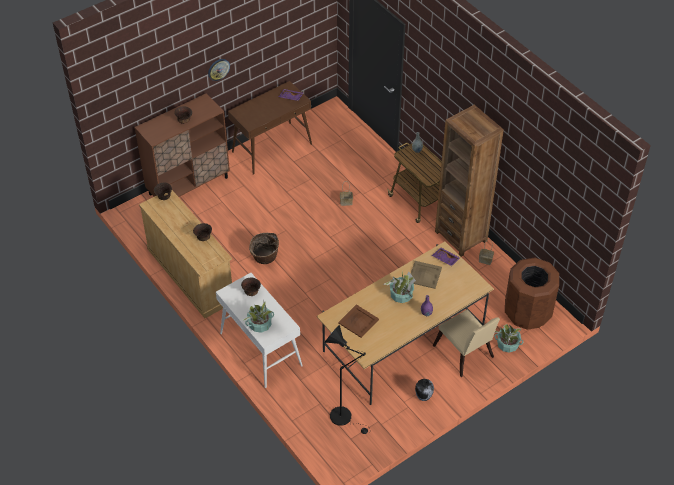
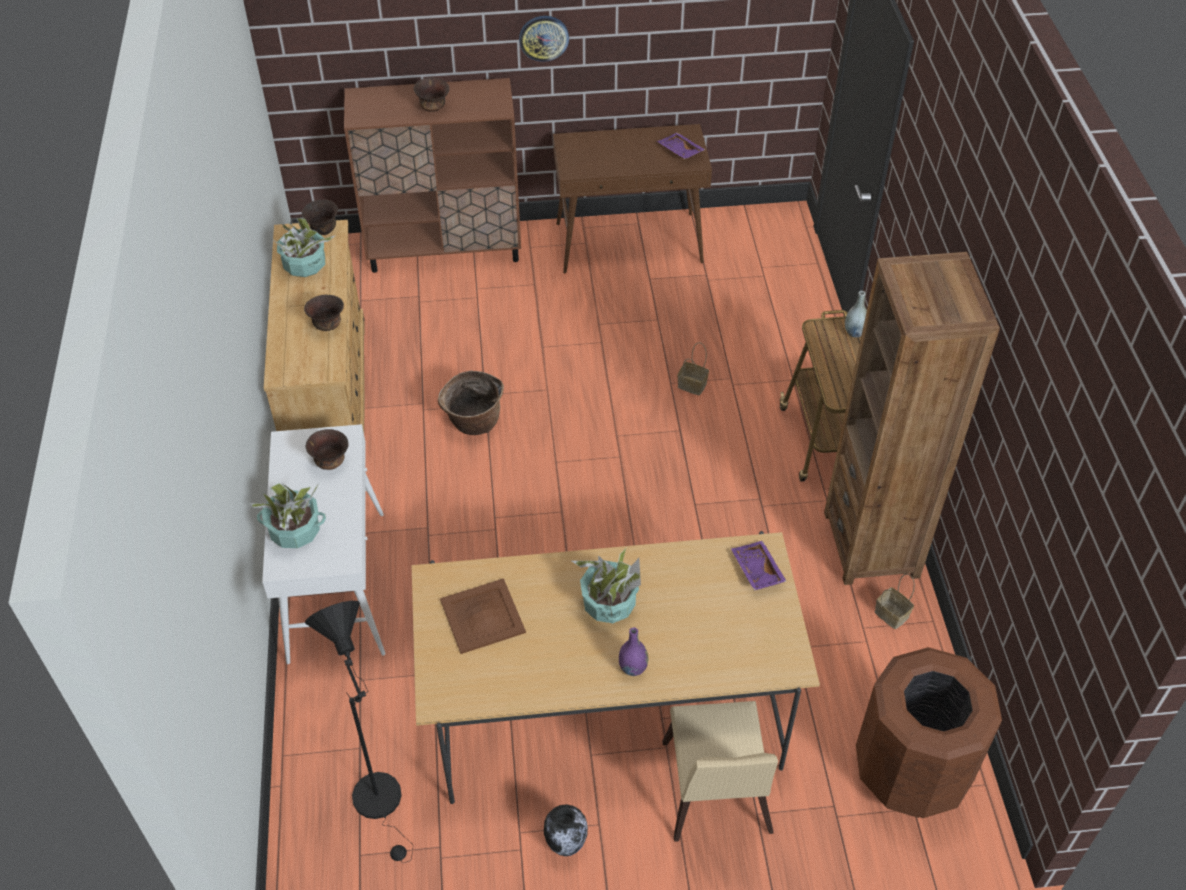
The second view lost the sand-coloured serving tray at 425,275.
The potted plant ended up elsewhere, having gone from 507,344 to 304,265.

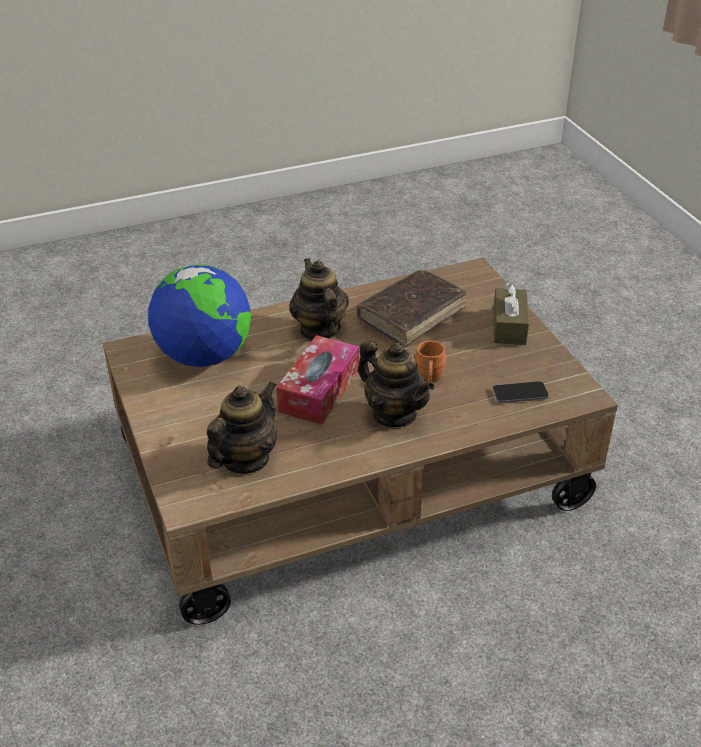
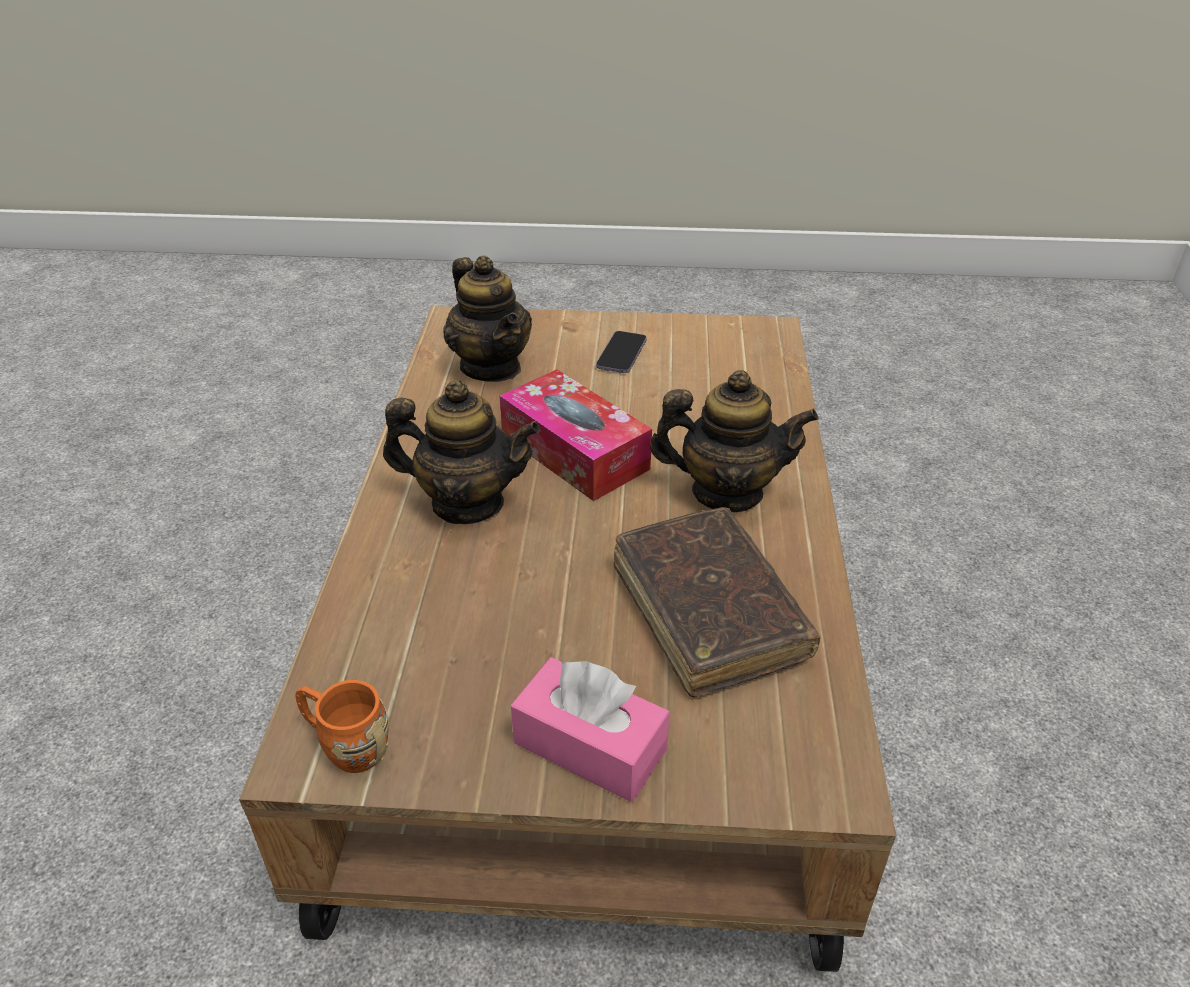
The second view lost the globe at 204,356.
The orange mug ended up elsewhere, having gone from 429,380 to 346,745.
The telephone ended up elsewhere, having gone from 520,394 to 621,354.
What was the brownish box of tissues at 509,326 turned into the pink-coloured box of tissues at 590,746.
The tea pot at 394,414 ended up facing another way, 150 degrees counterclockwise from before.

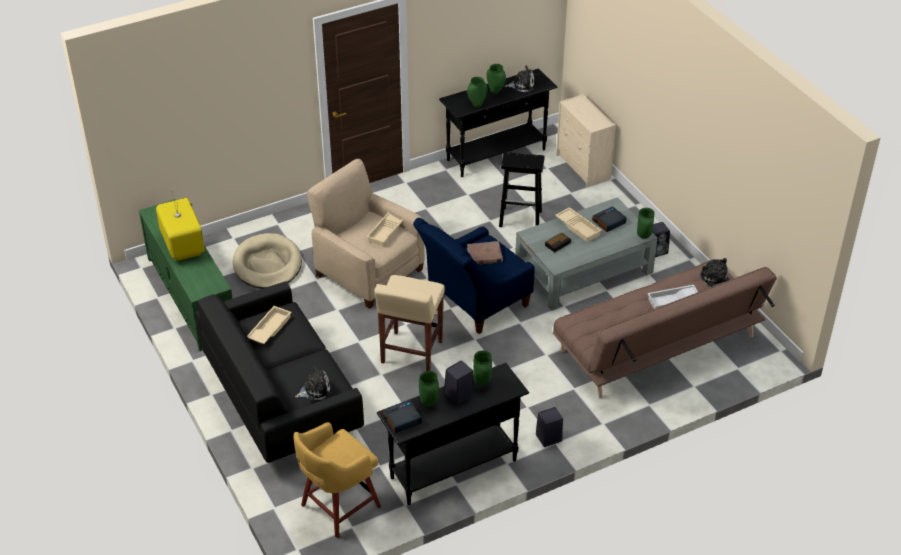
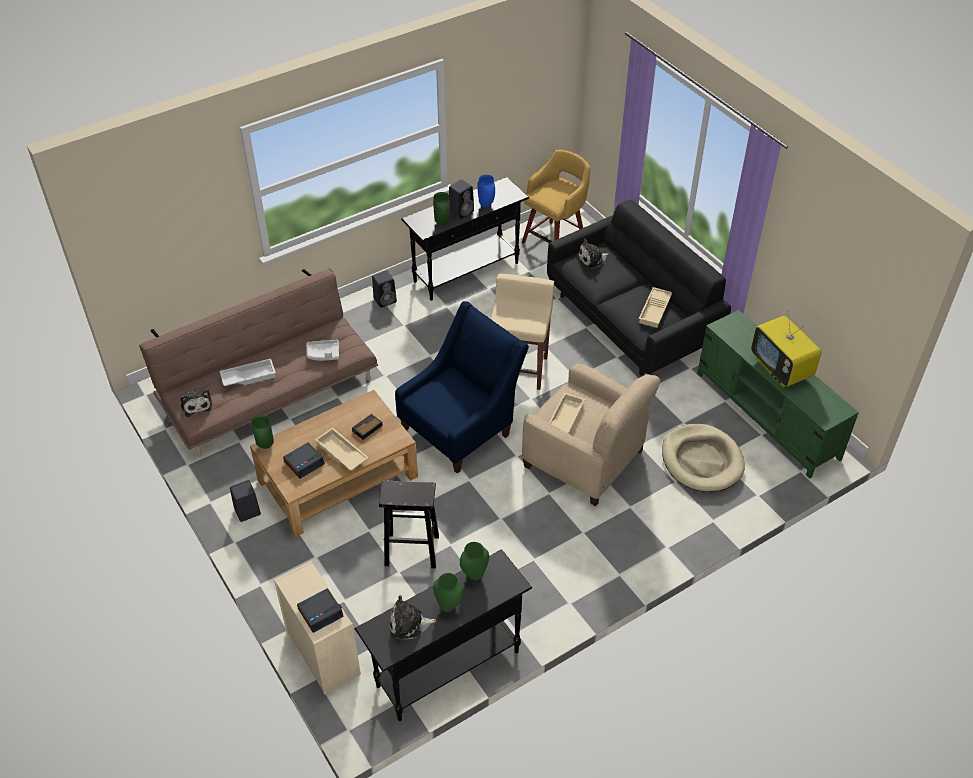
The second view lost the brownish bound book at 484,255.
The second view gained the gray serving tray at 323,354.
The bedside clock ended up elsewhere, having gone from 402,420 to 321,612.
What was the green-coloured flower vase at 428,403 turned into the bluish flower vase at 486,204.
What was the gray low table at 583,270 turned into the brownish low table at 338,478.

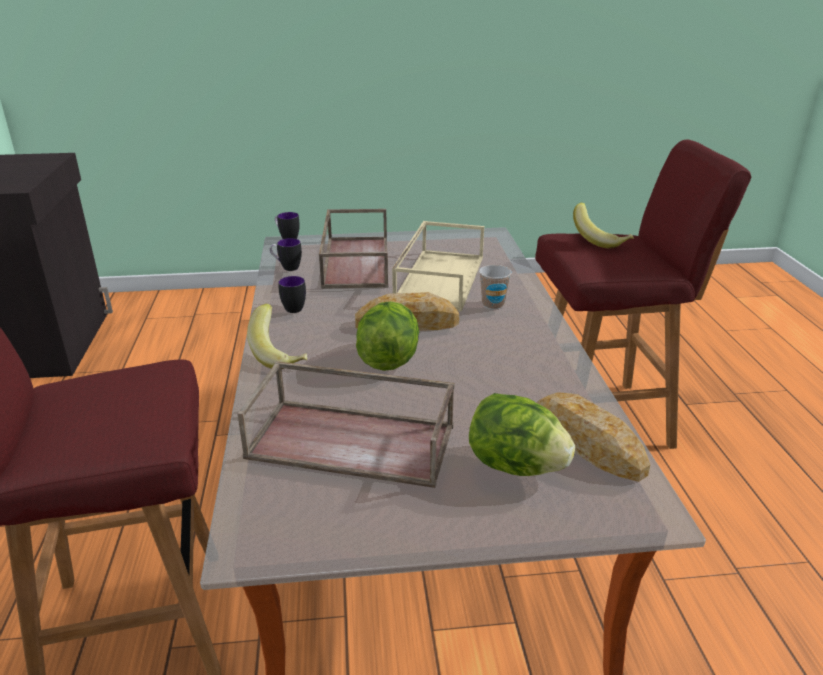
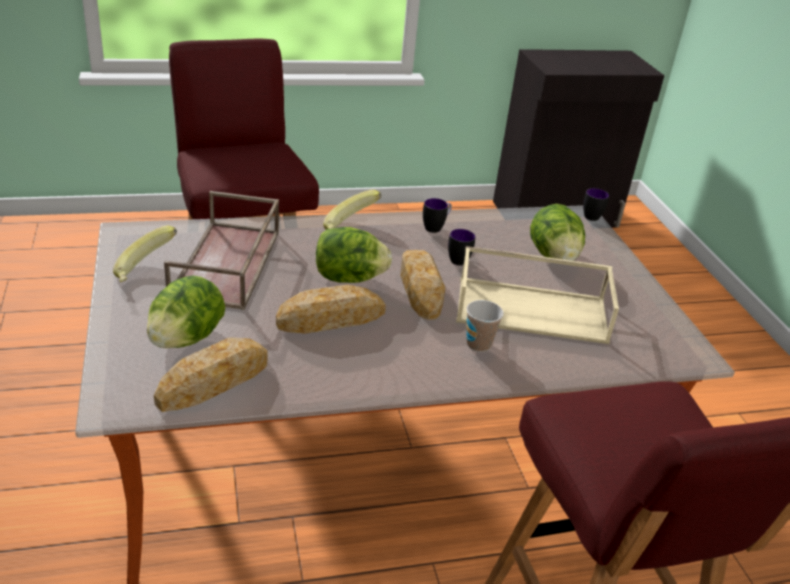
The second view gained the baked bread at 331,318.
The mug ended up elsewhere, having gone from 286,267 to 459,258.
The banana ended up elsewhere, having gone from 600,240 to 146,272.
Where the brownish serving tray stood at 355,261, the lettuce head came to stand at 554,256.

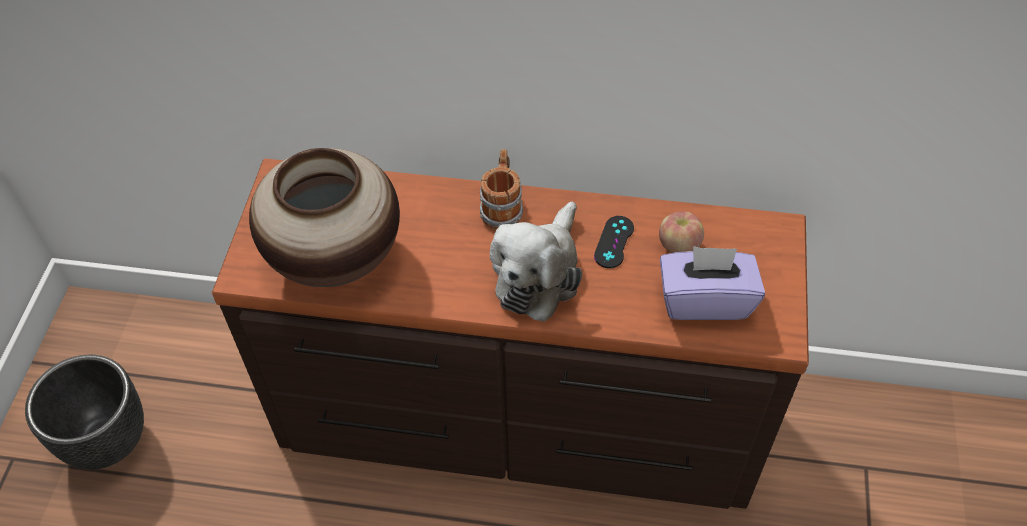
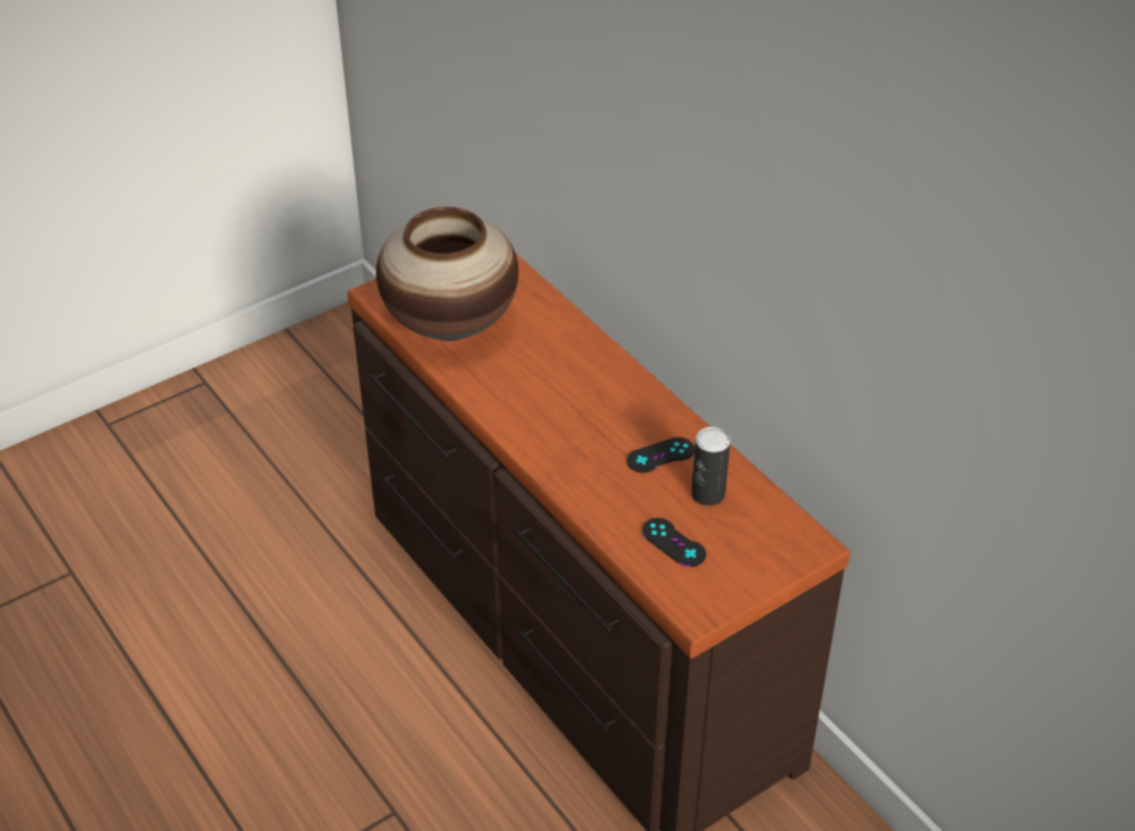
The second view lost the blackish flower pot at 107,441.
The second view lost the mug at 502,207.
The second view lost the cuddly toy at 539,273.
Where the apple stood at 678,245, the can came to stand at 708,494.
Where the purplish box of tissues stood at 705,300, the blackish joypad came to stand at 673,543.

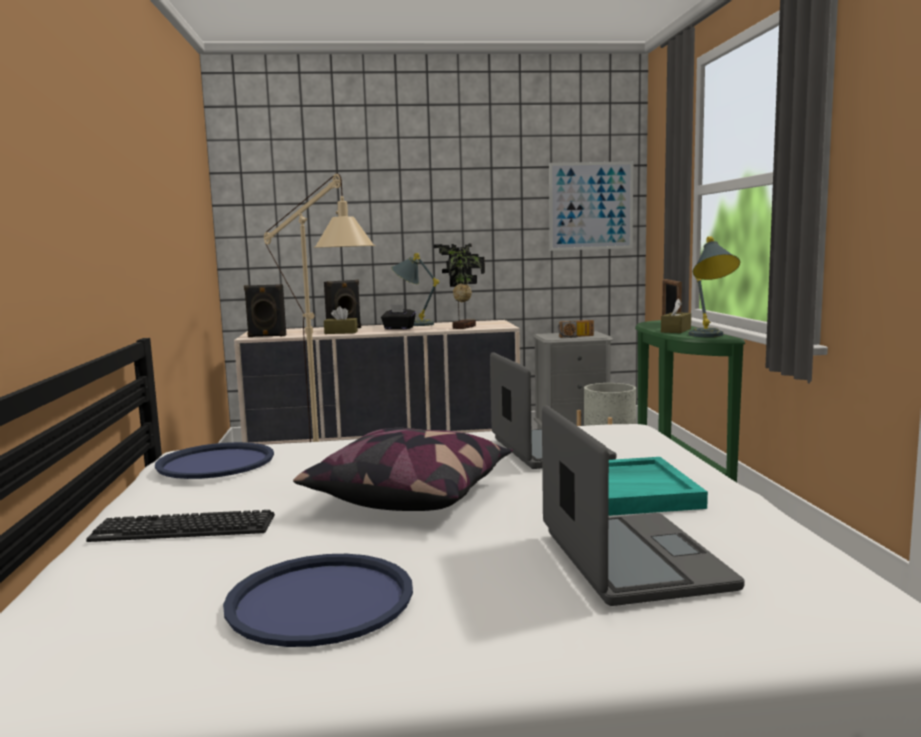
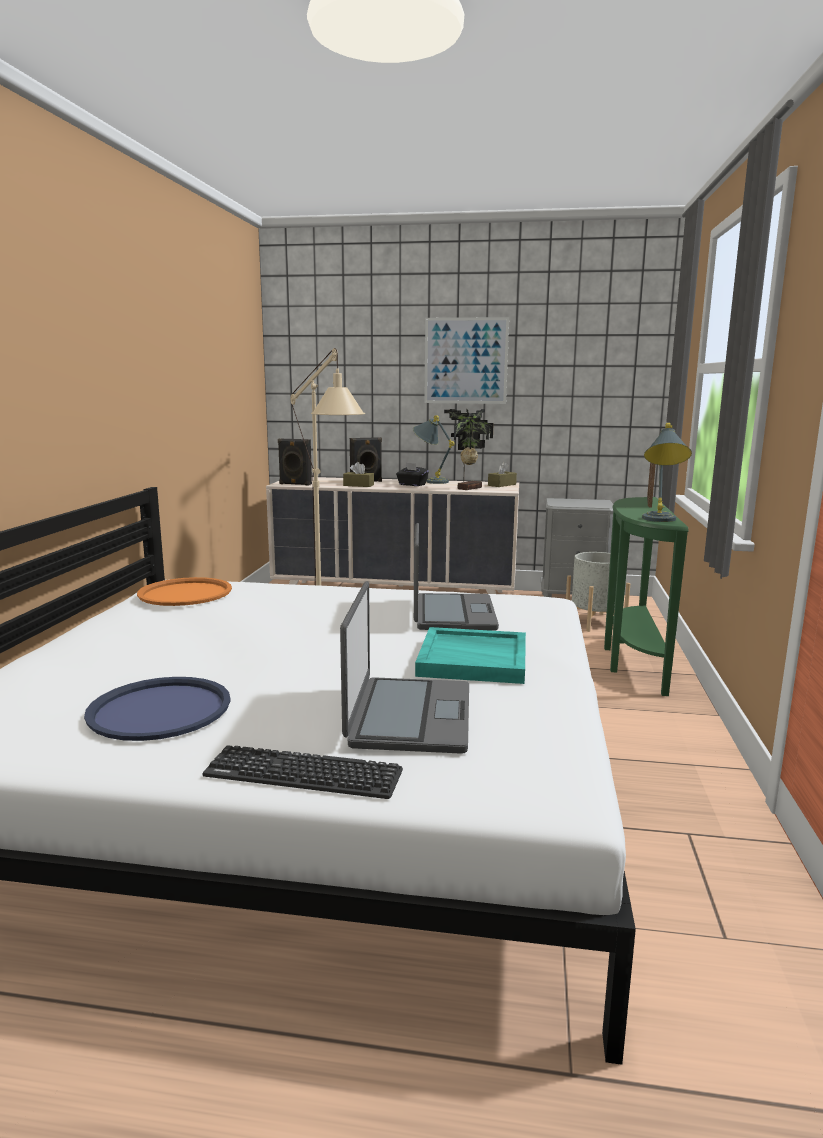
The second view lost the cushion at 411,495.
The second view lost the radio at 576,337.
The PC keyboard ended up elsewhere, having gone from 184,529 to 303,774.
The wall art ended up elsewhere, having gone from 591,206 to 466,361.
The brownish box of tissues ended up elsewhere, having gone from 676,330 to 502,485.
What was the bluish serving tray at 216,462 turned into the orange serving tray at 185,593.

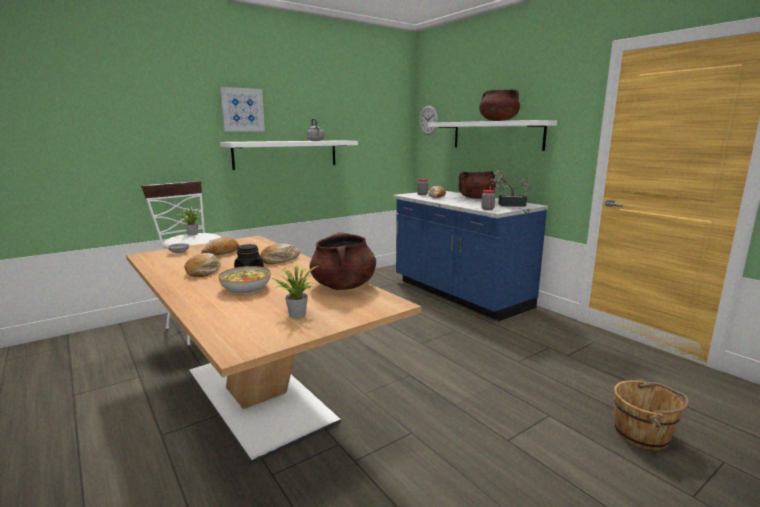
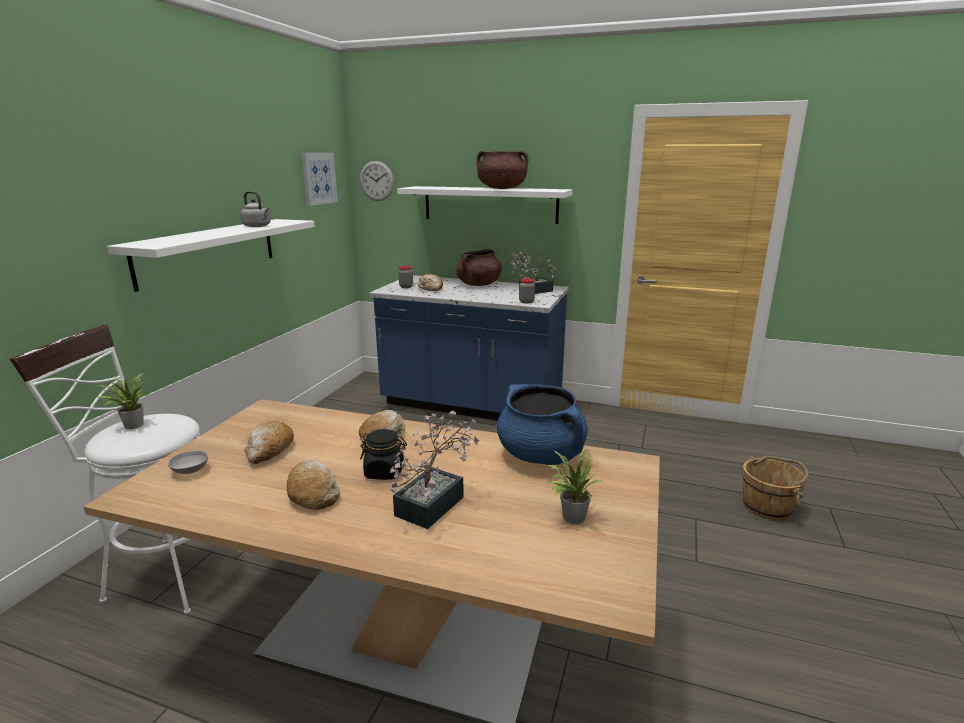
The wall art ended up elsewhere, having gone from 242,109 to 318,178.
Where the bowl stood at 245,288, the potted plant came to stand at 435,502.
What was the brownish cooking pot at 343,286 turned into the bluish cooking pot at 541,455.

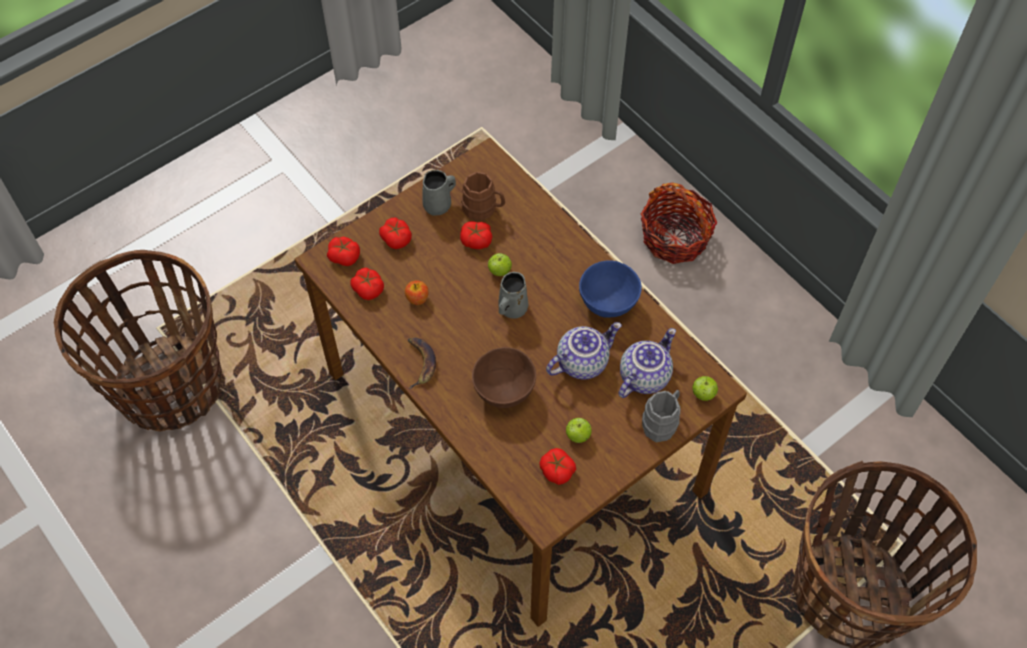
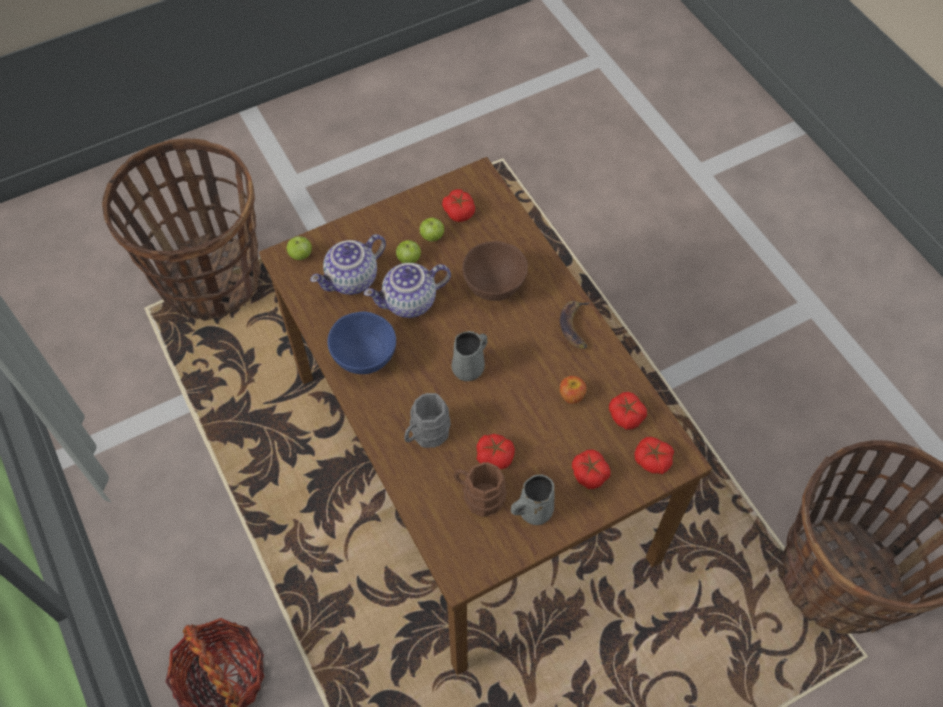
The apple ended up elsewhere, having gone from 499,271 to 409,259.
The gray mug ended up elsewhere, having gone from 662,422 to 426,434.

